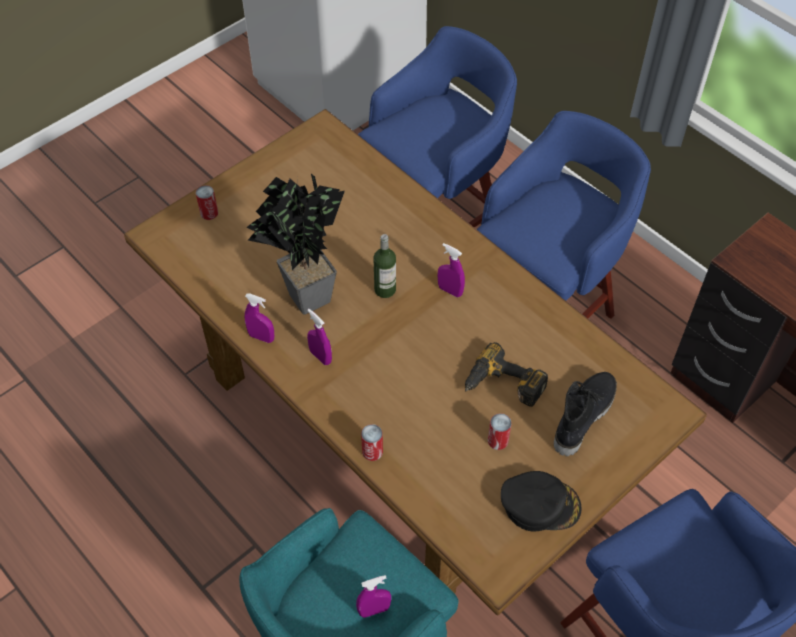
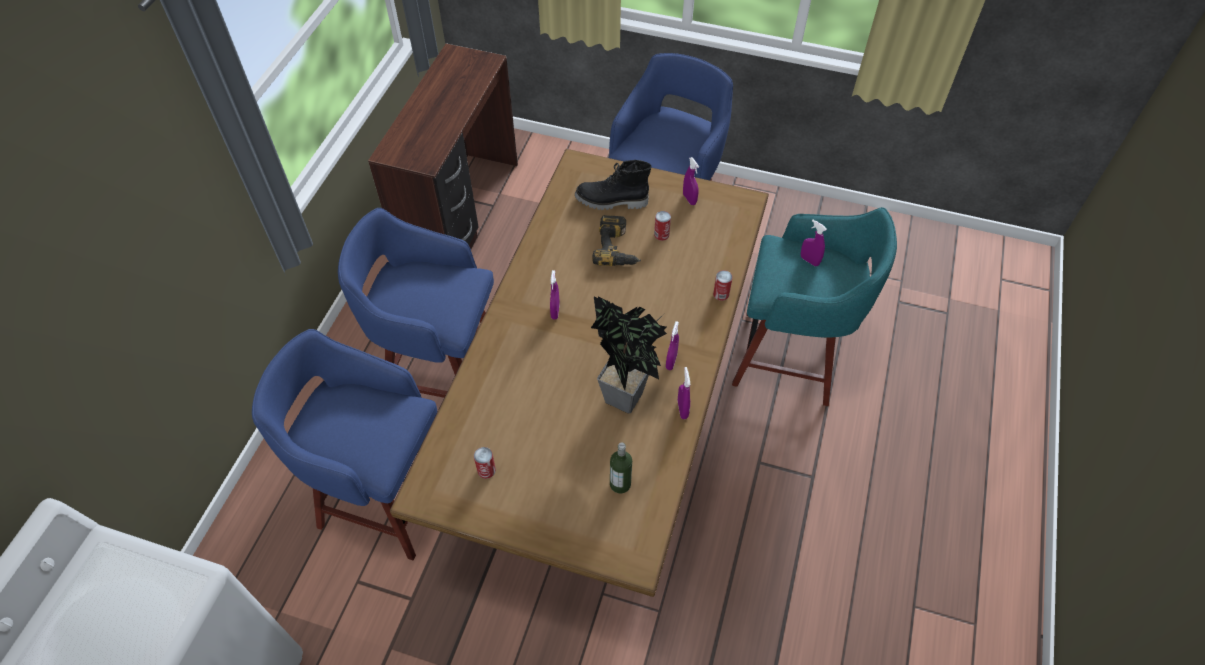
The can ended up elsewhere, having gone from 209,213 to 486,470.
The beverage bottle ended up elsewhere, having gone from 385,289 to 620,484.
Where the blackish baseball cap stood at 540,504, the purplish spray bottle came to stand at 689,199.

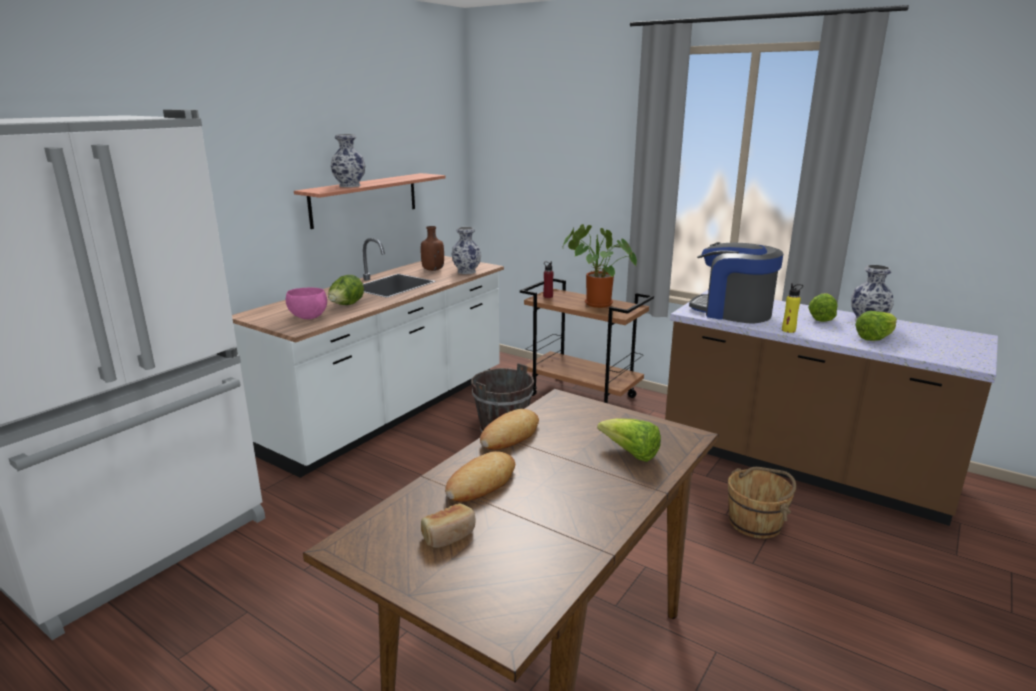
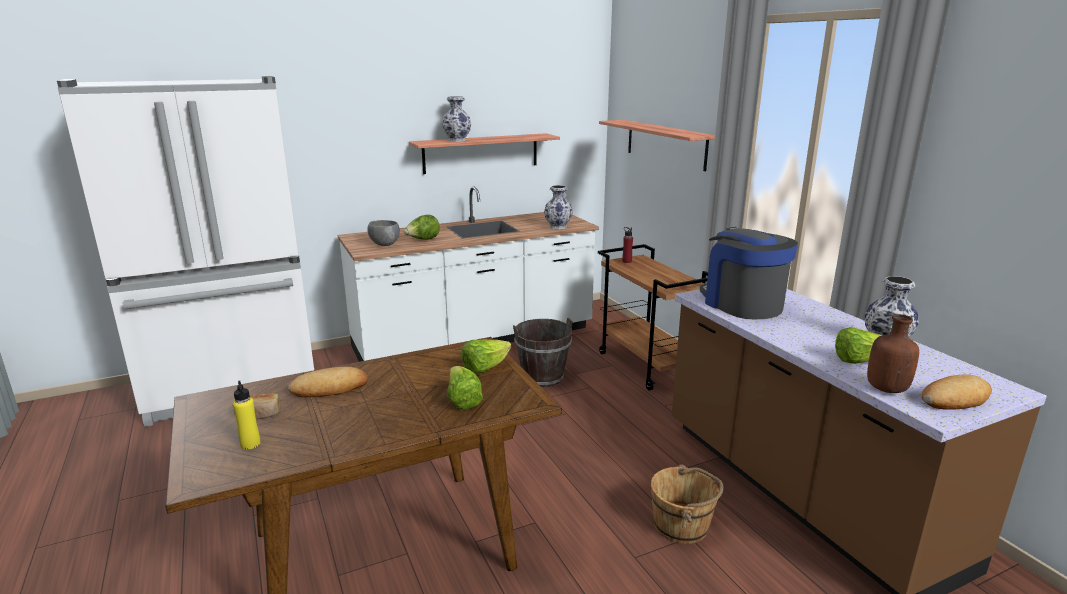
The second view lost the potted plant at 595,304.
The second view gained the shelf at 665,144.
The brownish beverage bottle ended up elsewhere, having gone from 432,270 to 885,388.
The baked bread ended up elsewhere, having gone from 510,435 to 955,398.
The yellowish beverage bottle ended up elsewhere, having gone from 788,330 to 250,444.
The lettuce head ended up elsewhere, having gone from 820,318 to 485,368.
What was the pink-coloured bowl at 308,317 turned into the gray bowl at 384,244.

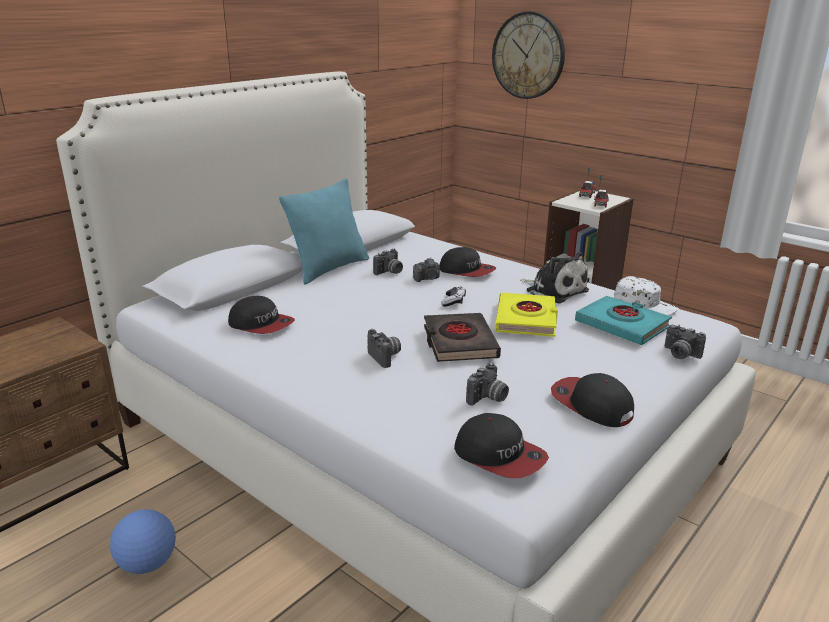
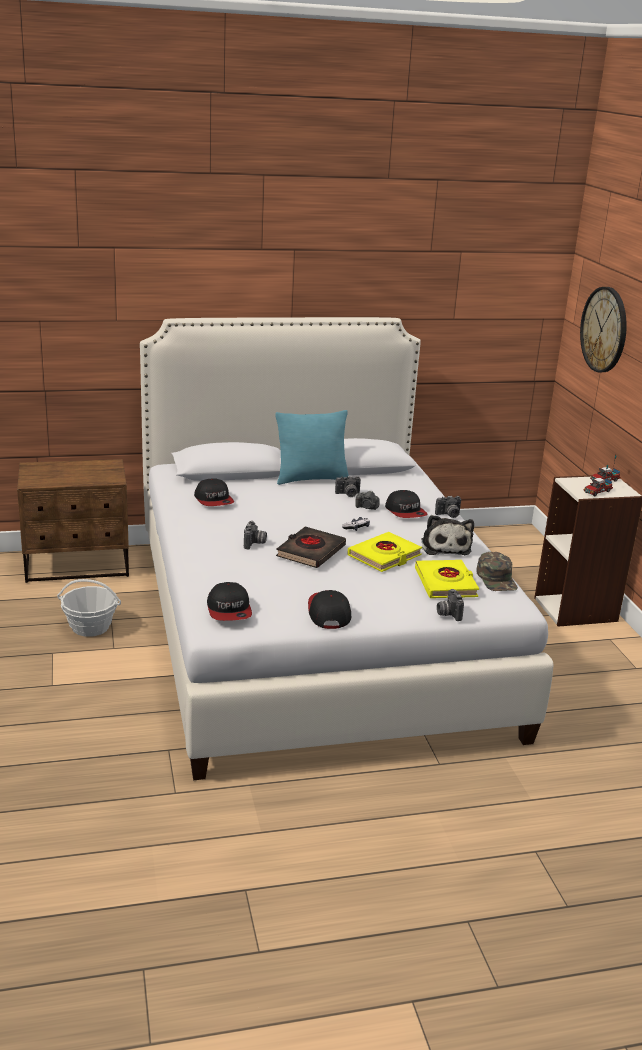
The photo camera ended up elsewhere, having gone from 488,398 to 449,515.
Where the football ball stood at 147,564, the storage basket came to stand at 90,627.
What was the blue-green bound book at 622,325 turned into the yellowish bound book at 446,584.
What was the whitish baseball cap at 645,304 turned into the green-coloured baseball cap at 497,579.

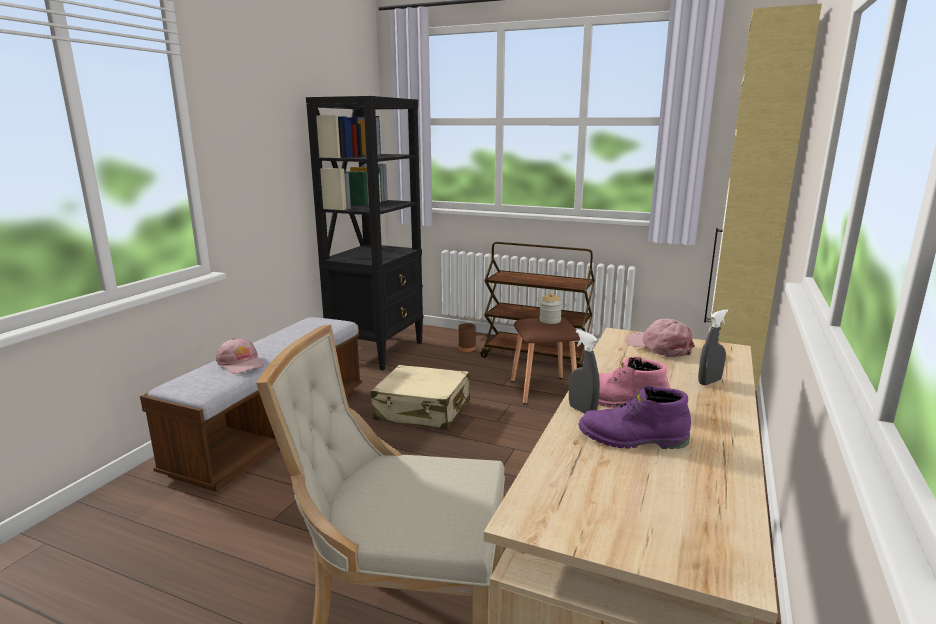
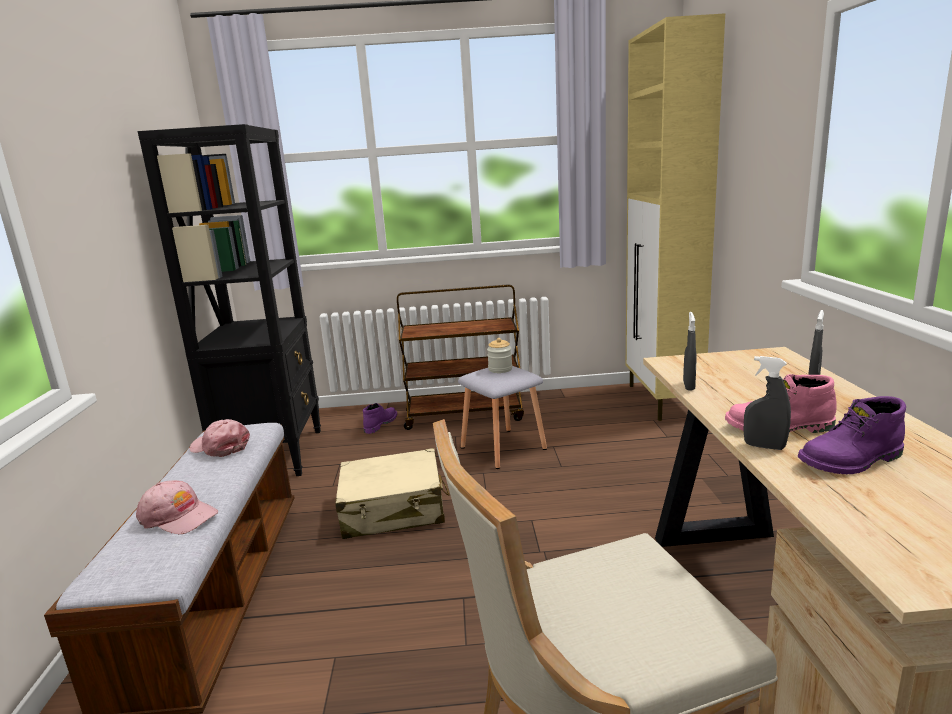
The second view gained the gray spray bottle at 689,386.
The pink-coloured baseball cap ended up elsewhere, having gone from 659,347 to 220,447.
Where the brownish beverage bottle stood at 467,348, the purplish tall boot came to stand at 380,424.
What was the brownish stool at 544,389 turned into the gray stool at 504,447.

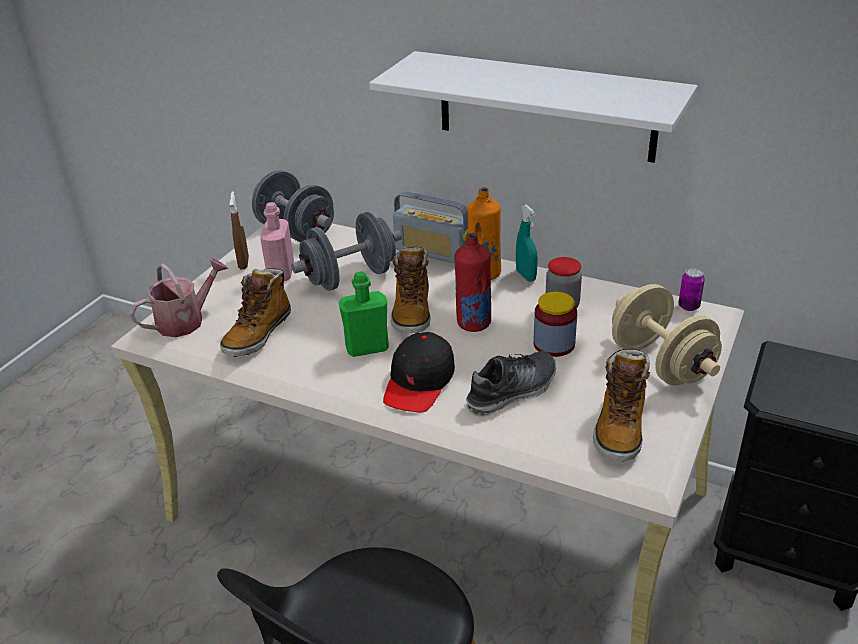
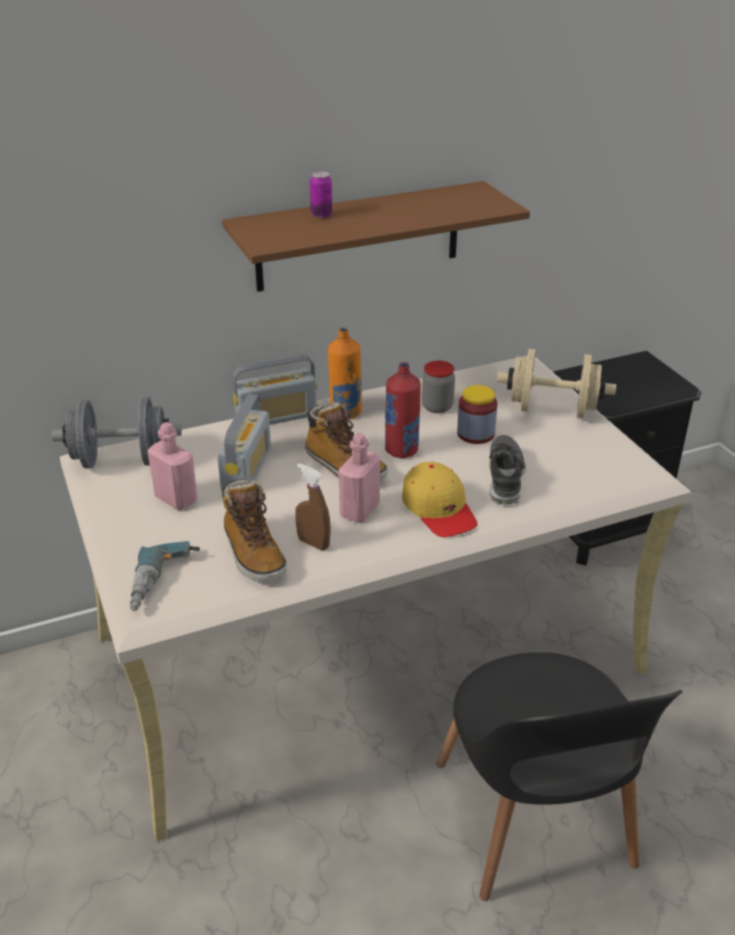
The second view lost the blue-green spray bottle at 526,275.
The second view lost the tall boot at 619,427.
The brownish spray bottle ended up elsewhere, having gone from 243,263 to 313,543.
The can ended up elsewhere, having gone from 688,306 to 321,215.
Where the watering pot stood at 186,320, the power drill came to stand at 164,584.
Where the gray dumbbell stood at 350,278, the radio came to stand at 247,470.
What was the green-coloured beverage bottle at 367,348 turned into the pink-coloured beverage bottle at 359,510.
What was the whitish shelf at 545,106 turned into the brownish shelf at 358,236.
What was the blackish baseball cap at 419,382 turned into the yellowish baseball cap at 439,509.

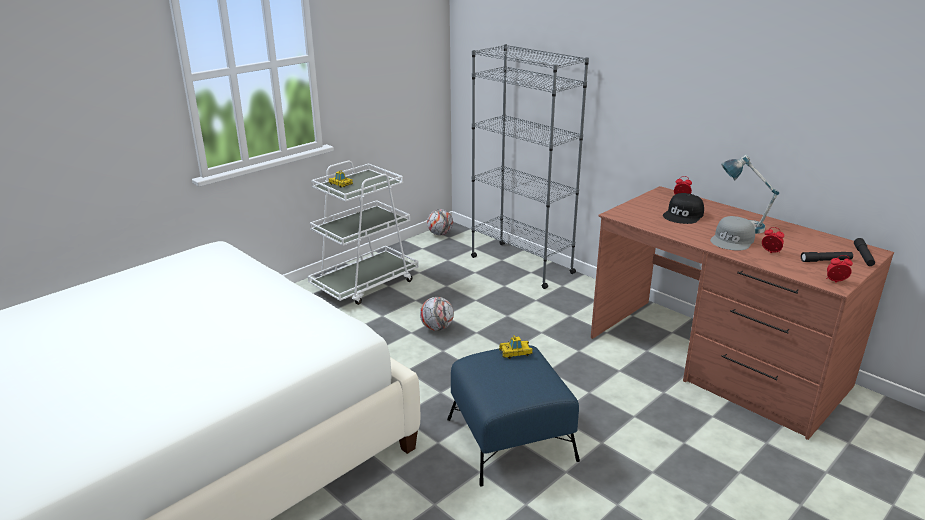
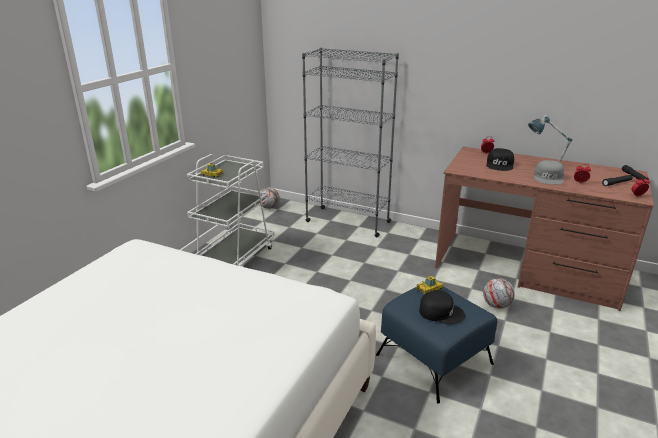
The second view gained the blackish baseball cap at 441,312.
The football ball ended up elsewhere, having gone from 437,328 to 496,305.

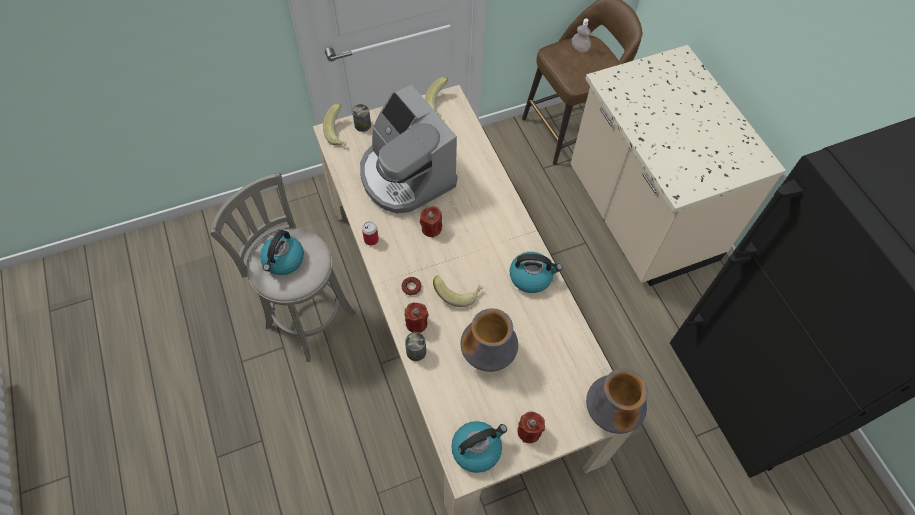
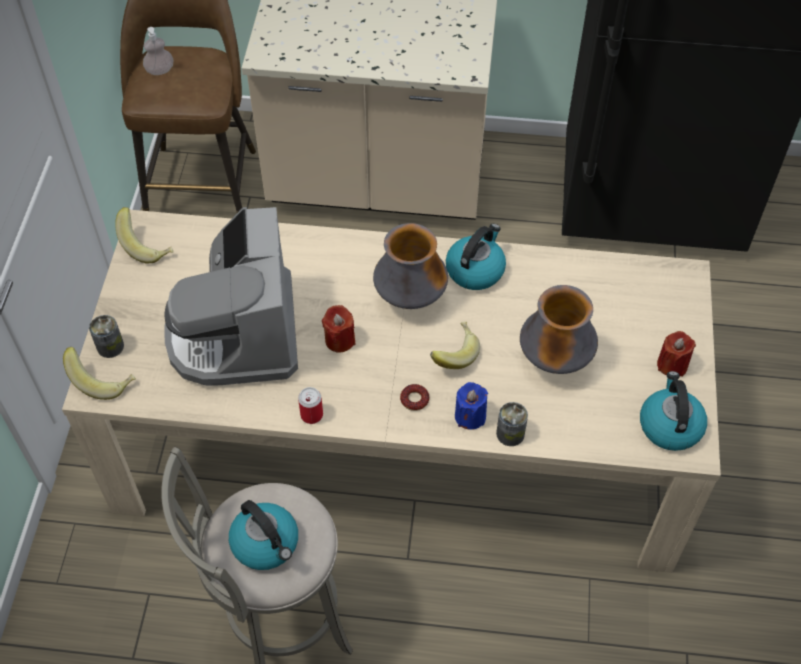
The flower vase ended up elsewhere, having gone from 610,412 to 410,298.
What was the reddish candle at 416,323 turned into the bluish candle at 470,416.
The coffee maker at 405,176 ended up facing another way, 90 degrees clockwise from before.

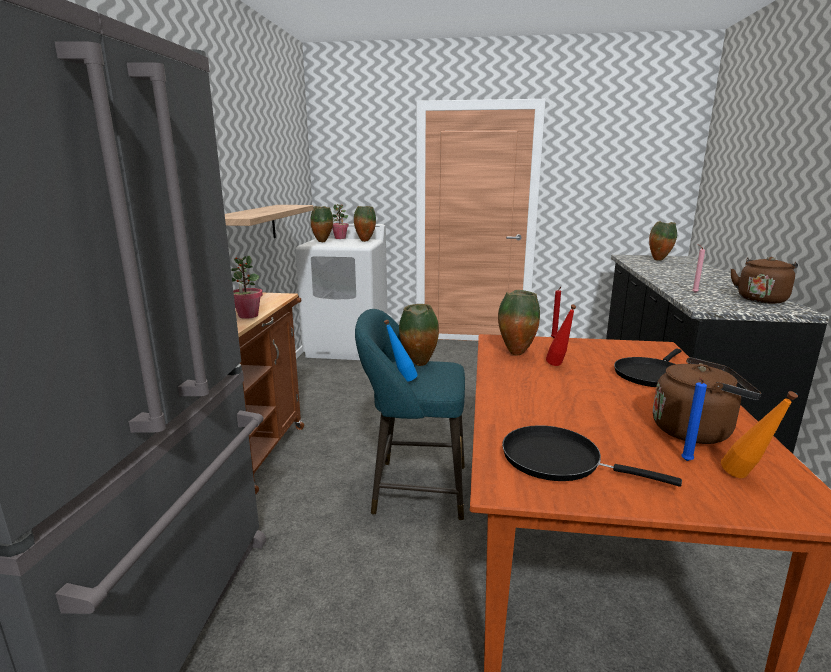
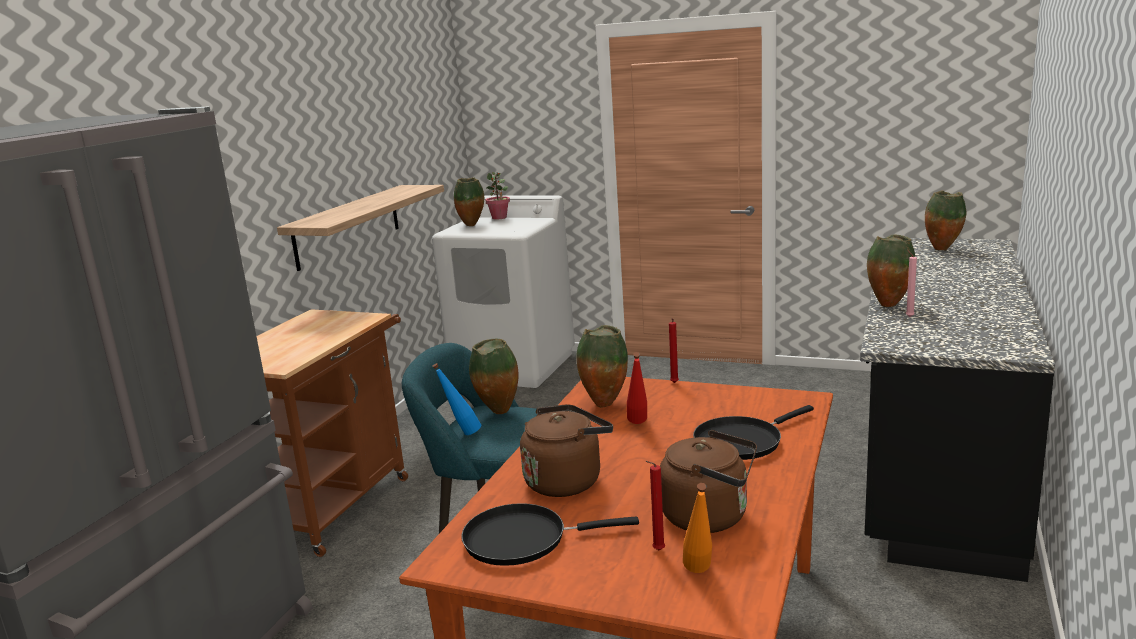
The second view lost the potted plant at 248,316.
The flower vase ended up elsewhere, having gone from 365,241 to 888,305.
The brownish kettle ended up elsewhere, having gone from 761,299 to 566,481.
What was the bluish candle at 685,461 turned into the reddish candle at 657,551.
The blackish pan at 558,460 ended up facing another way, 45 degrees counterclockwise from before.

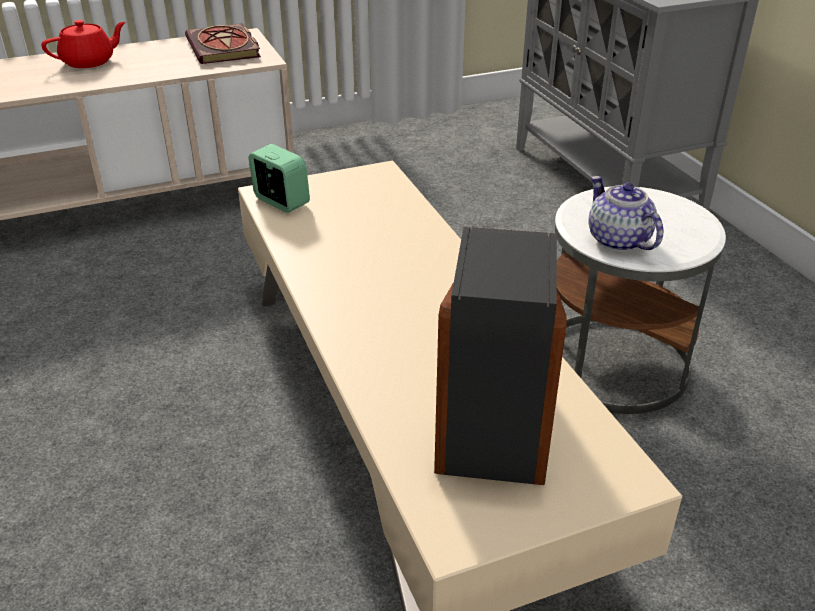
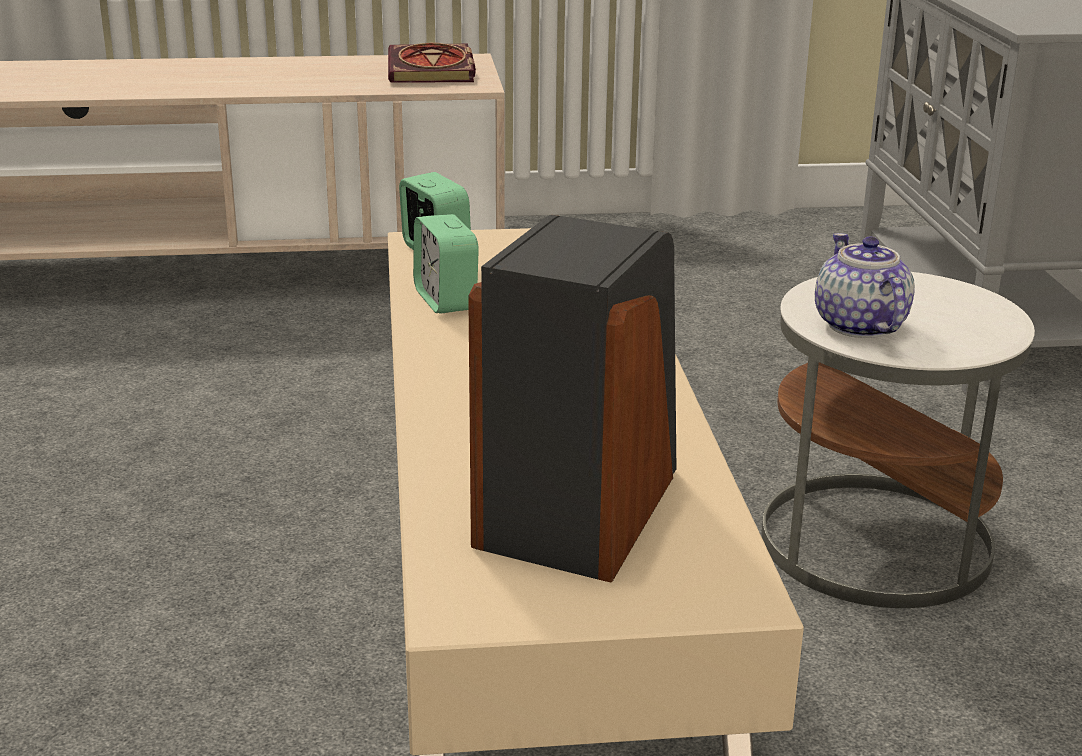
The second view lost the reddish tea pot at 89,62.
The second view gained the bedside clock at 445,300.

